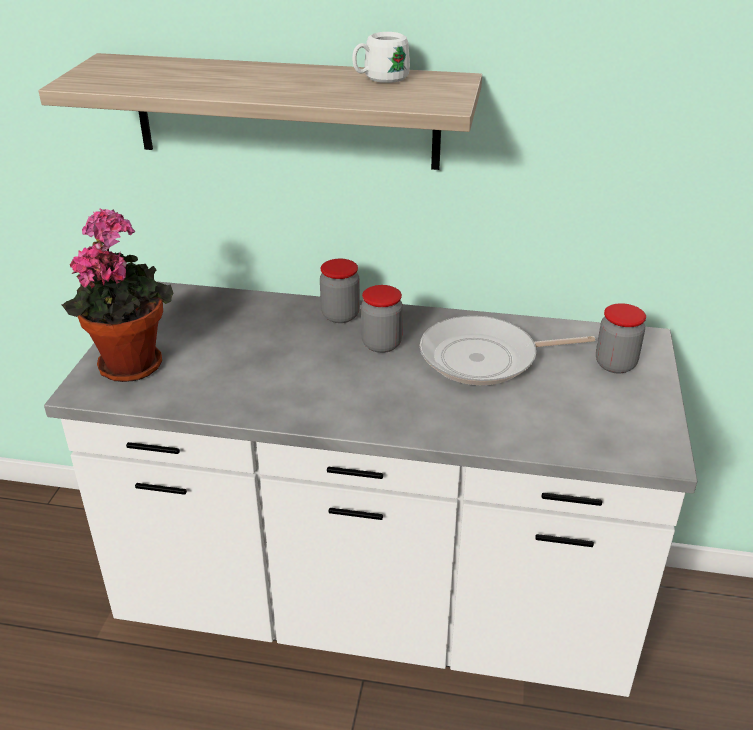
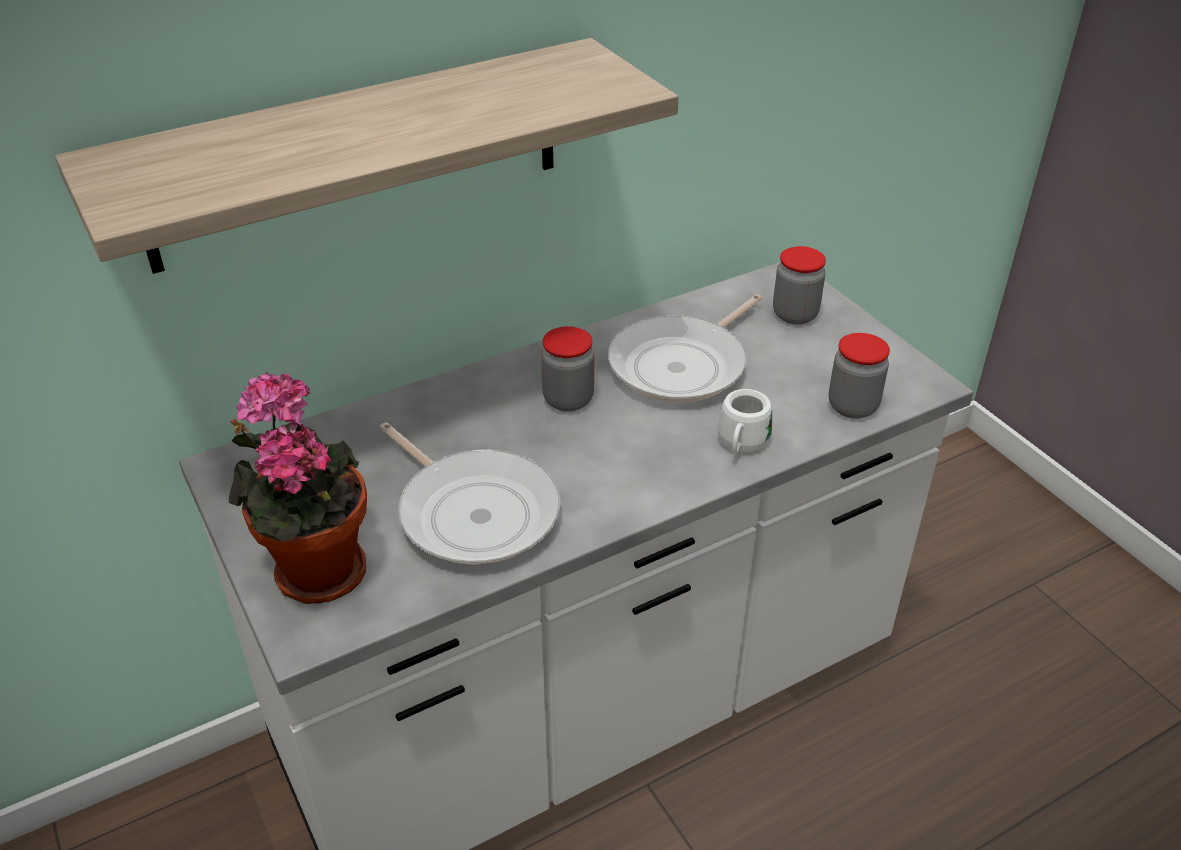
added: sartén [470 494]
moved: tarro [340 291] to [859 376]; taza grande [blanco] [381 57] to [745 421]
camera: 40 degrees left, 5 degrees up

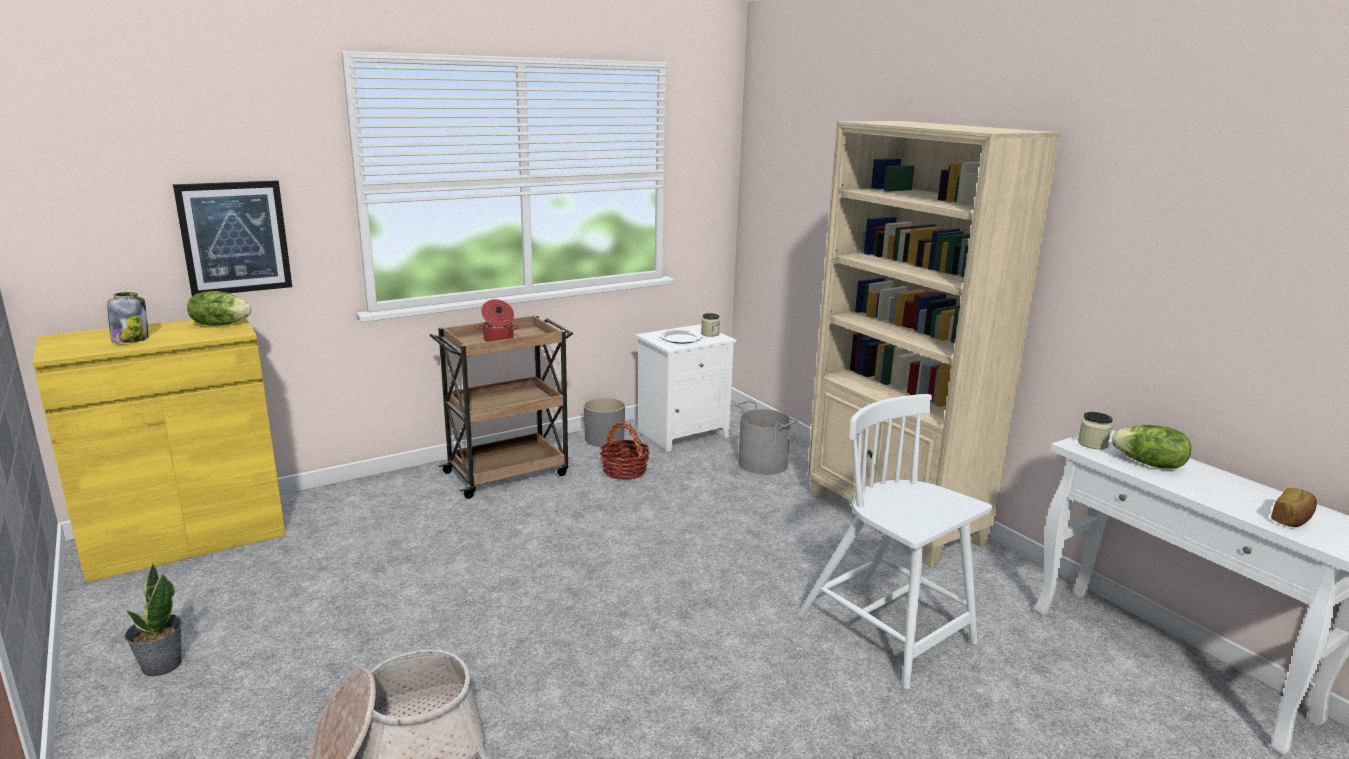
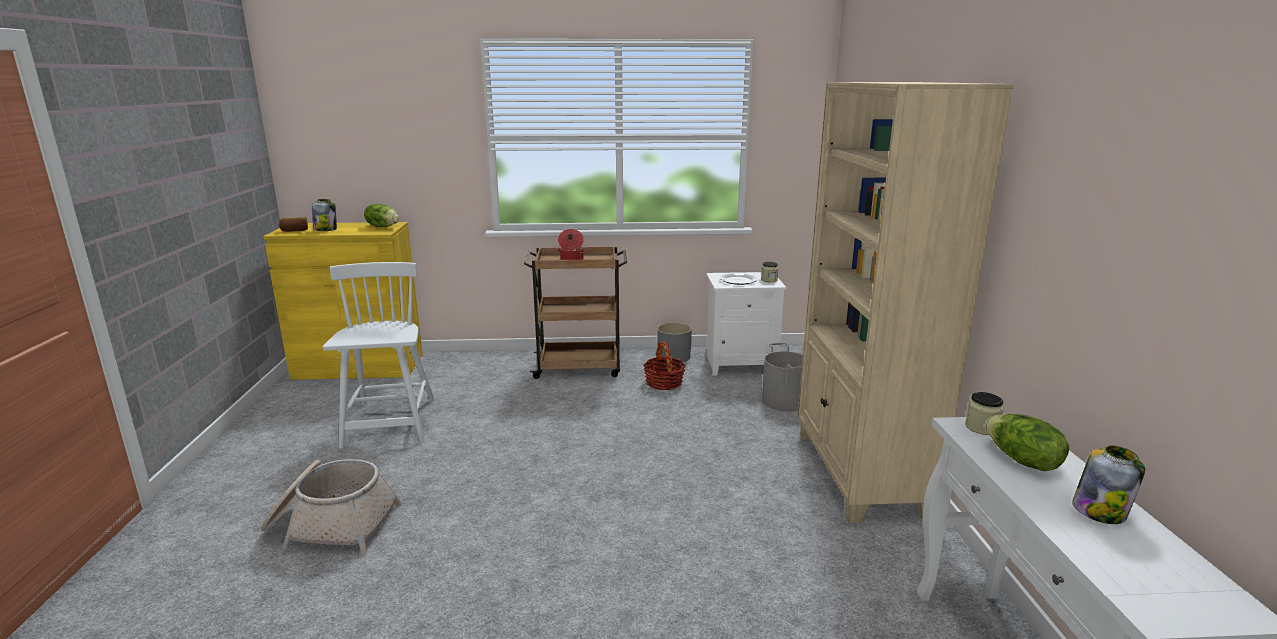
removed: planta en maceta [153 619]; cuadro [232 238]
added: tarro [1108 484]
moved: silla [blanco] [894 541] to [378 355]; pan [1294 507] to [293 224]
camera: 30 degrees right, 0 degrees up

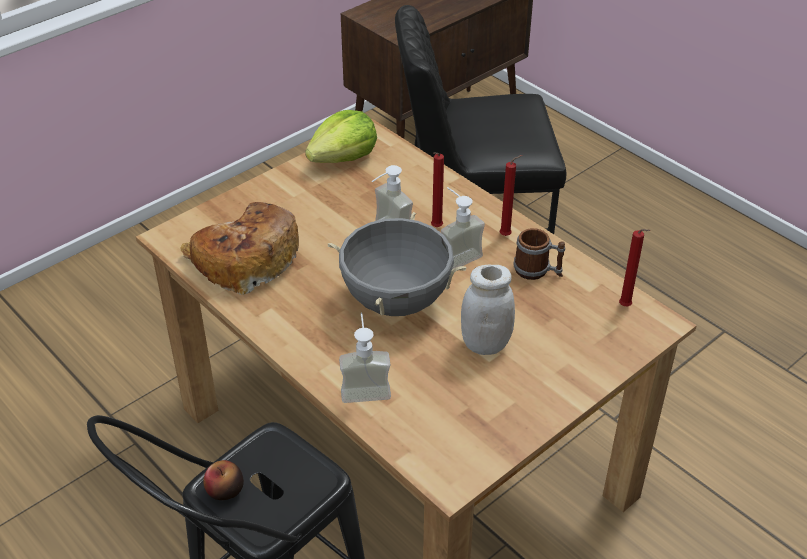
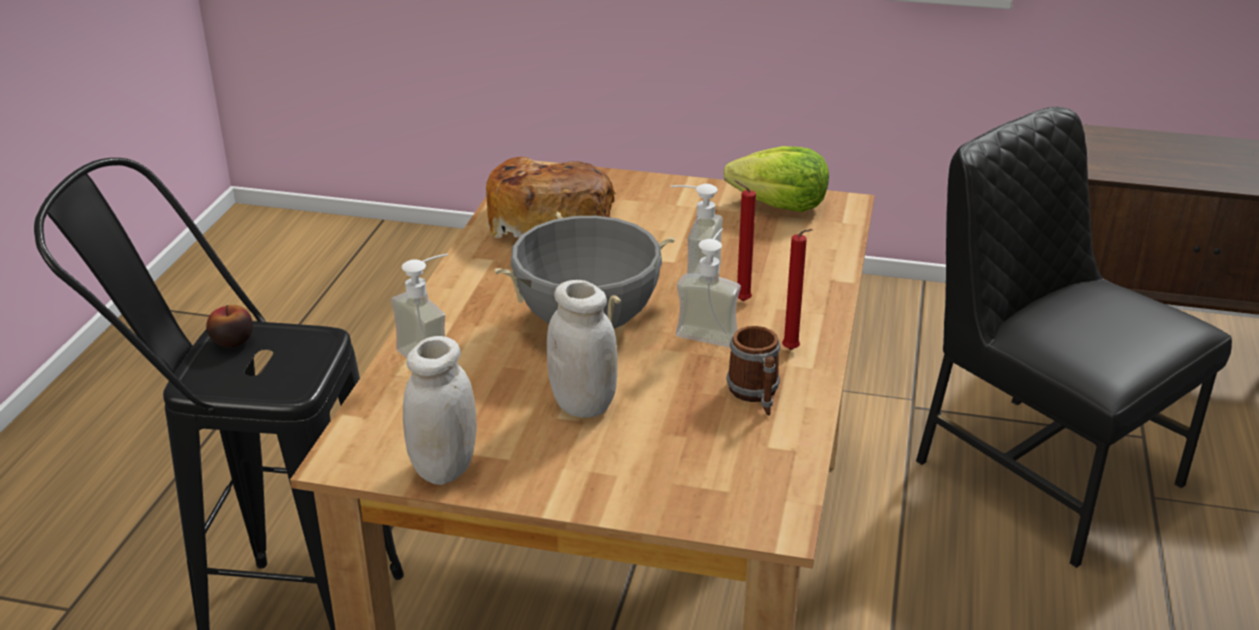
removed: vela [rojo] [634 267]
added: tarro [blanco] [440 410]
camera: 55 degrees right, 10 degrees down

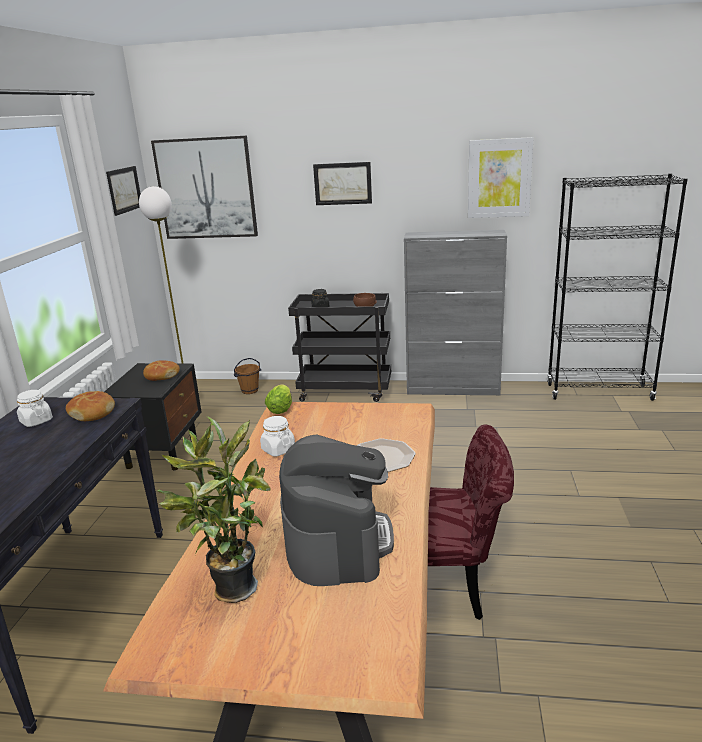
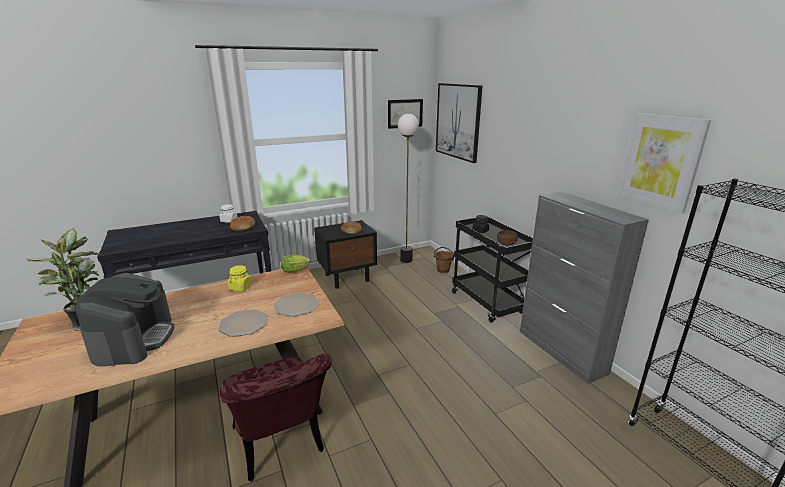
removed: cuadro [342 183]
added: plato [296 305]
recoloured: tarro [blanco] [277 436] to tarro [amarillo] [240 278]
turned: cafetera [336 510] = [124 320] 60 degrees counterclockwise
camera: 55 degrees right, 0 degrees up

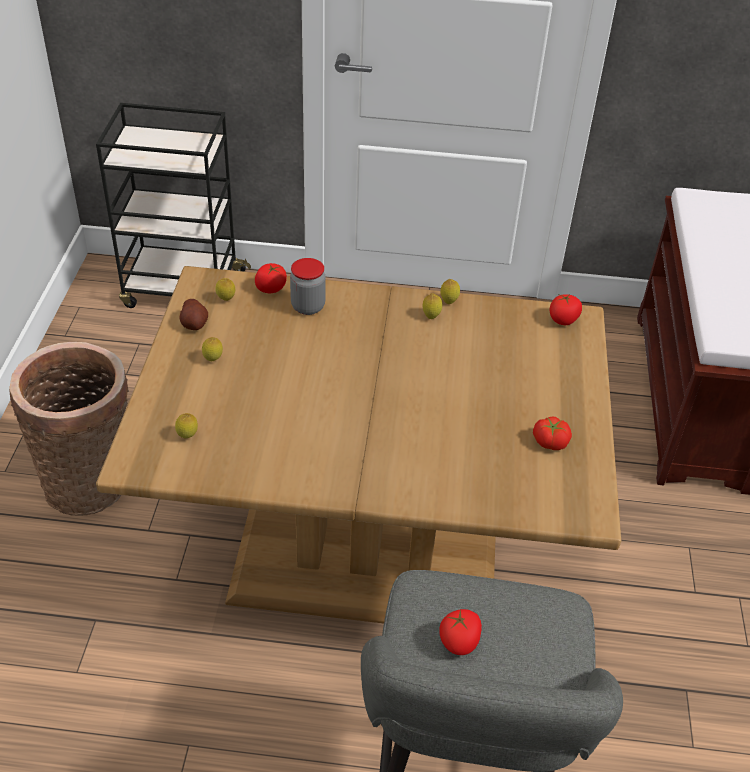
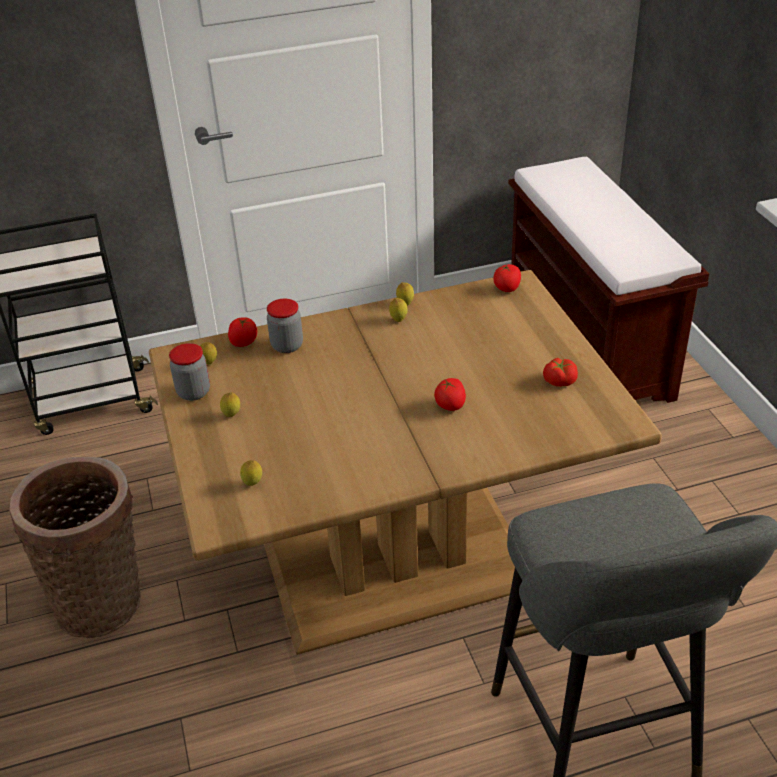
moved: tomate [460 632] to [450 394]
replaced: patata [193 314] to tarro [189 372]
camera: 20 degrees left, 5 degrees down

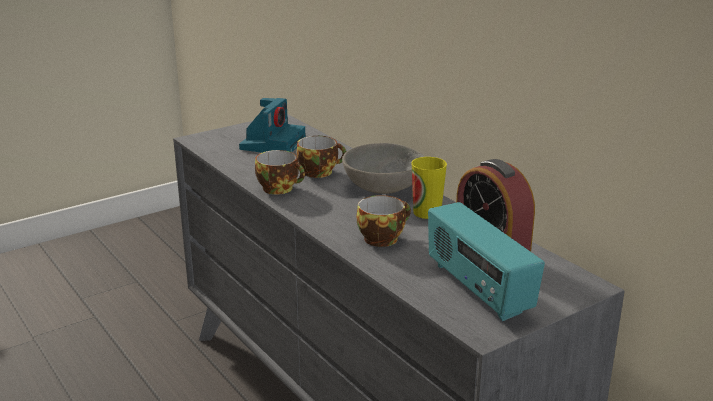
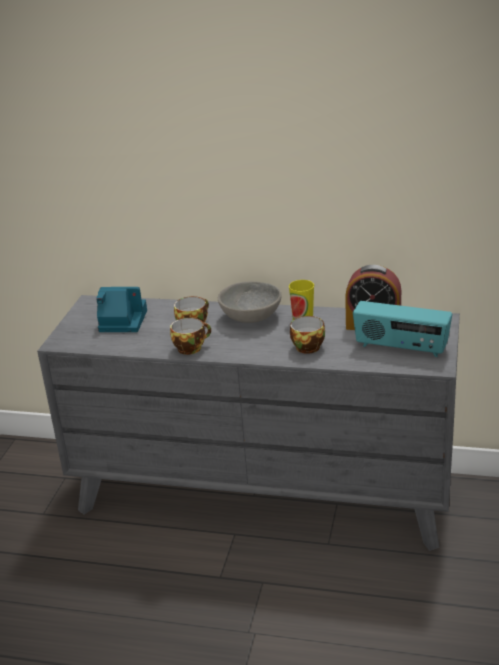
turned: cámara [272 125] = [121 309] 60 degrees counterclockwise
camera: 40 degrees left, 5 degrees up

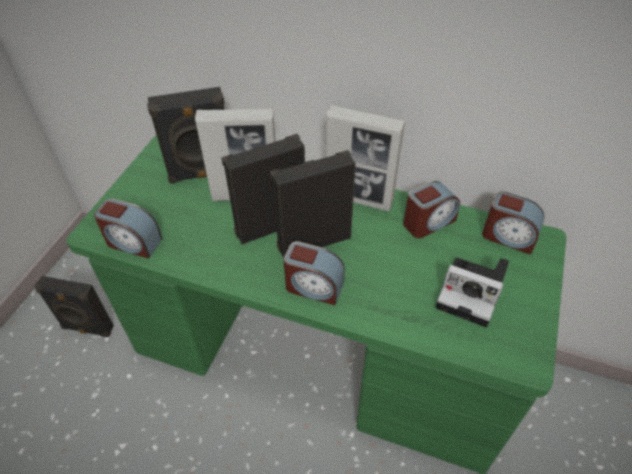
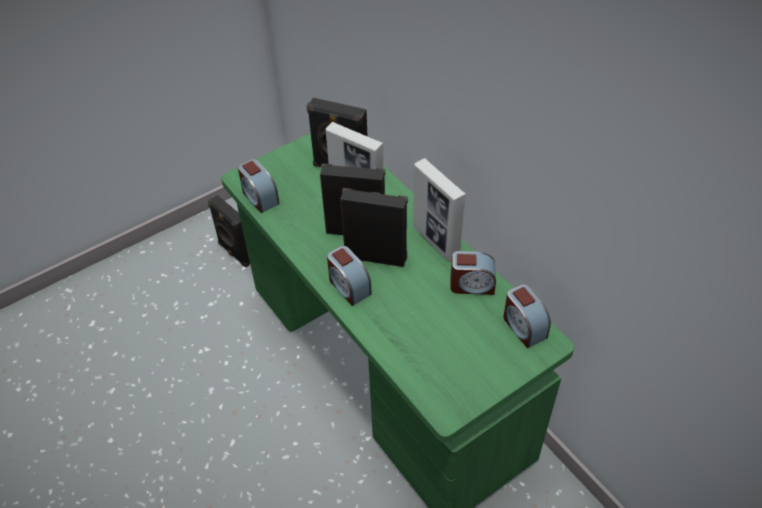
removed: cámara [472 292]
camera: 35 degrees right, 0 degrees up

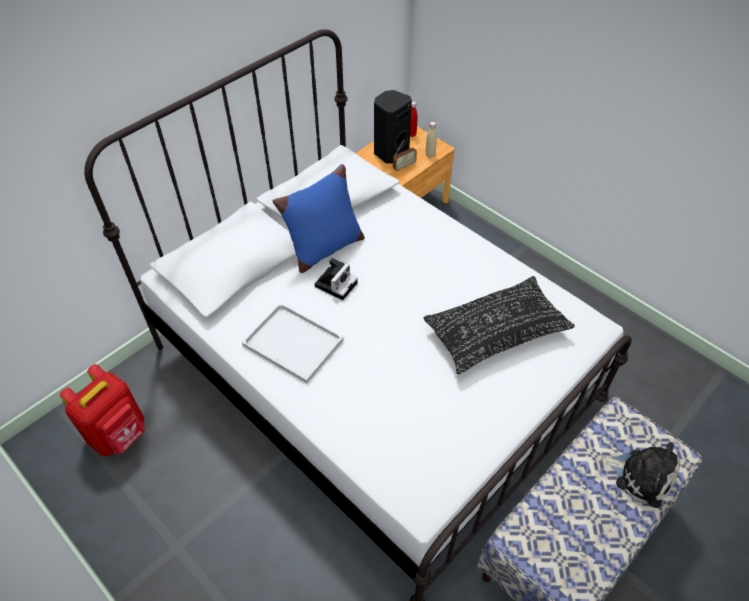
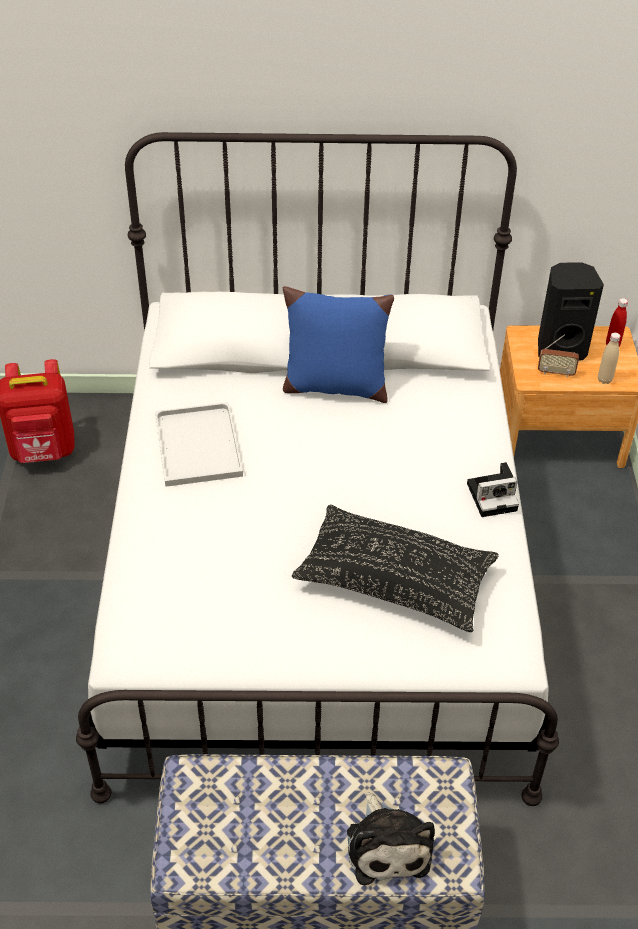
moved: cámara [336 279] to [493 489]
camera: 45 degrees right, 5 degrees down

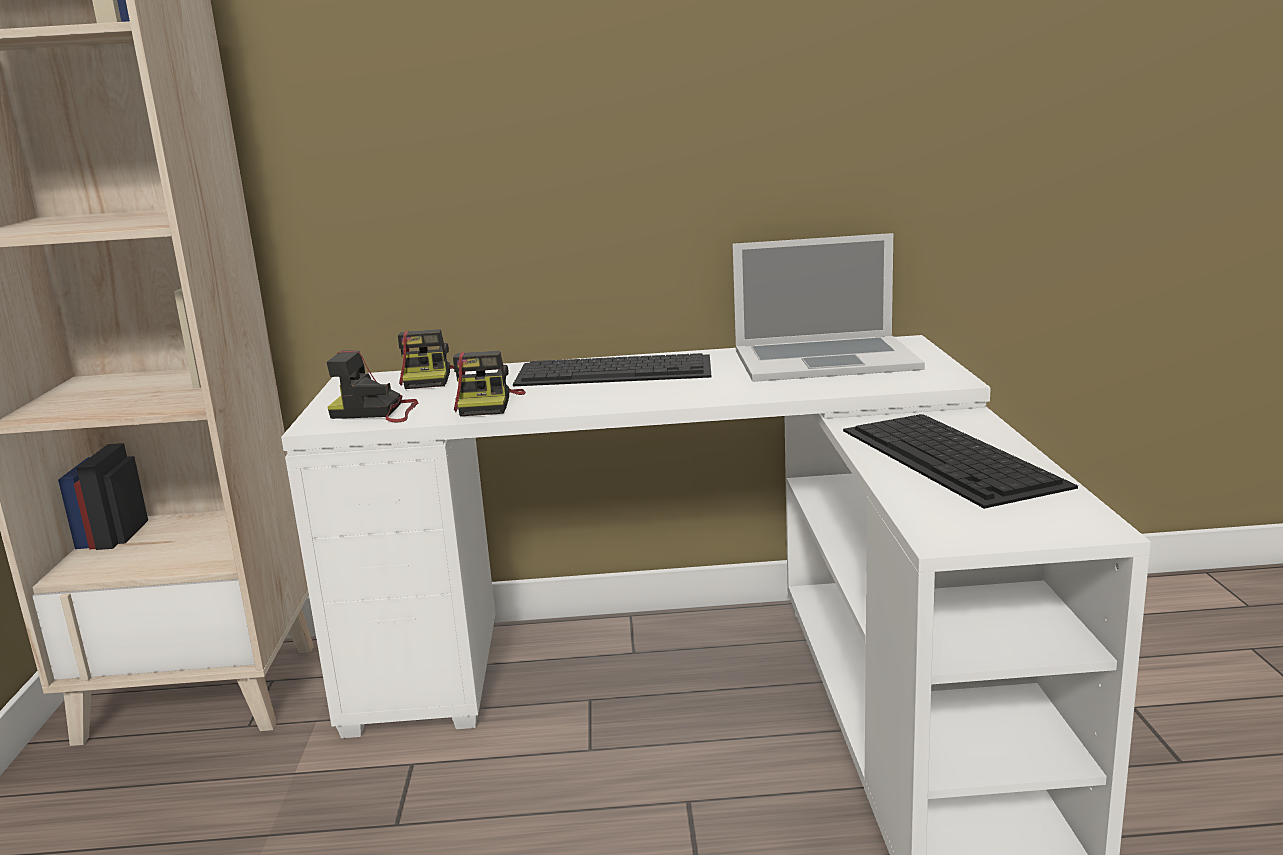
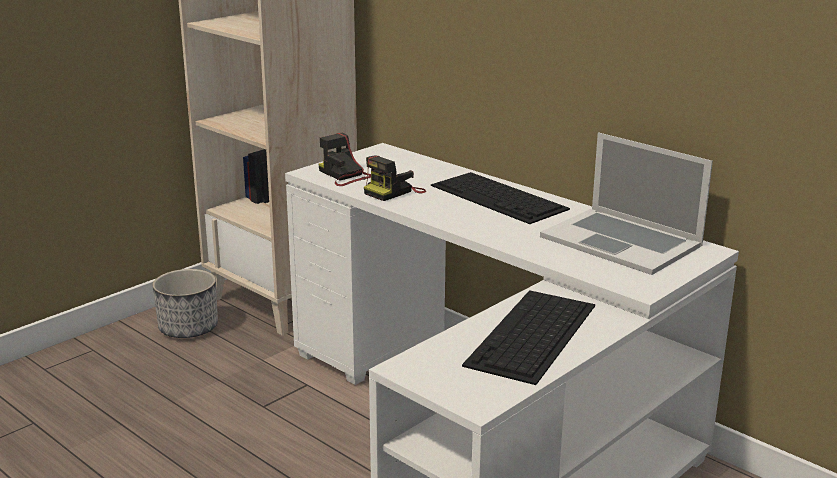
removed: cámara [426 359]
added: maceta [185 303]
camera: 45 degrees right, 5 degrees up

